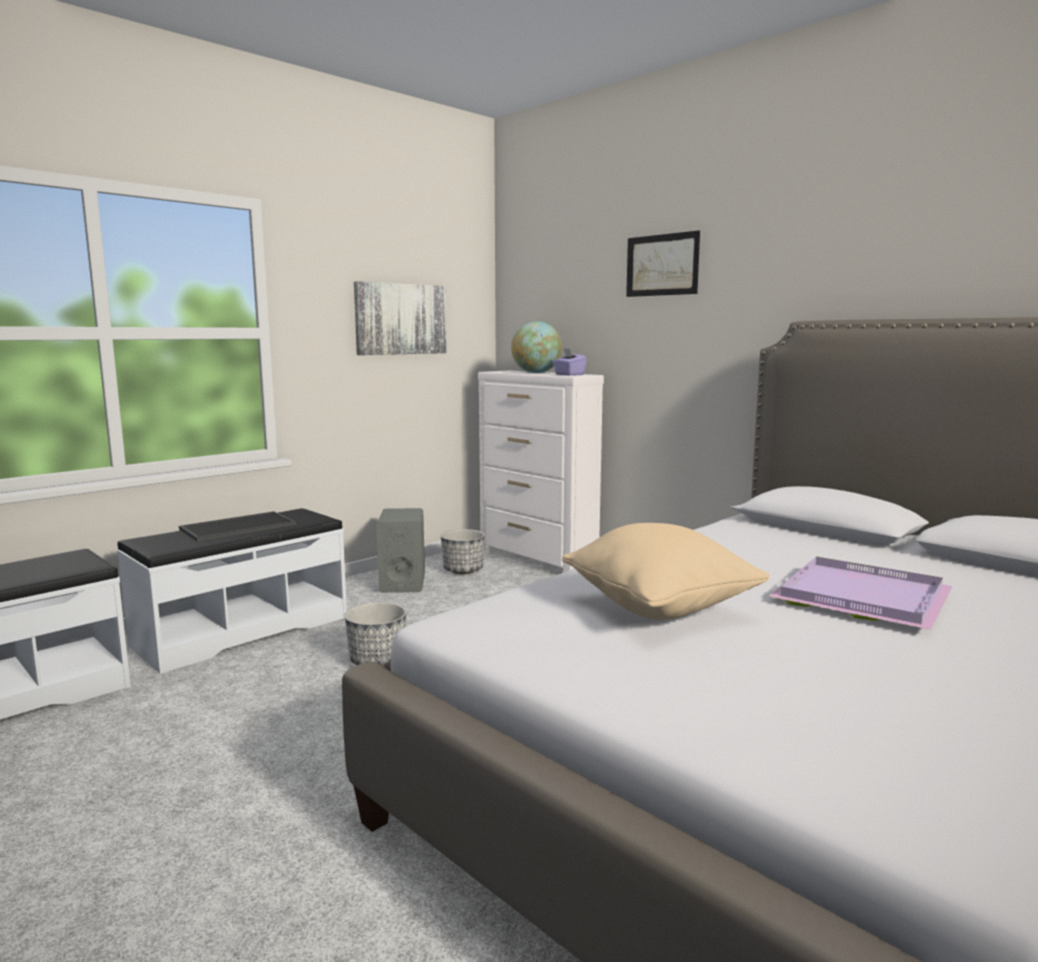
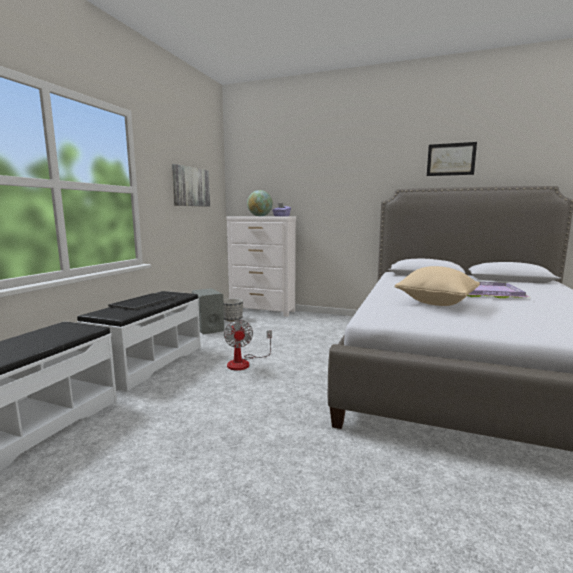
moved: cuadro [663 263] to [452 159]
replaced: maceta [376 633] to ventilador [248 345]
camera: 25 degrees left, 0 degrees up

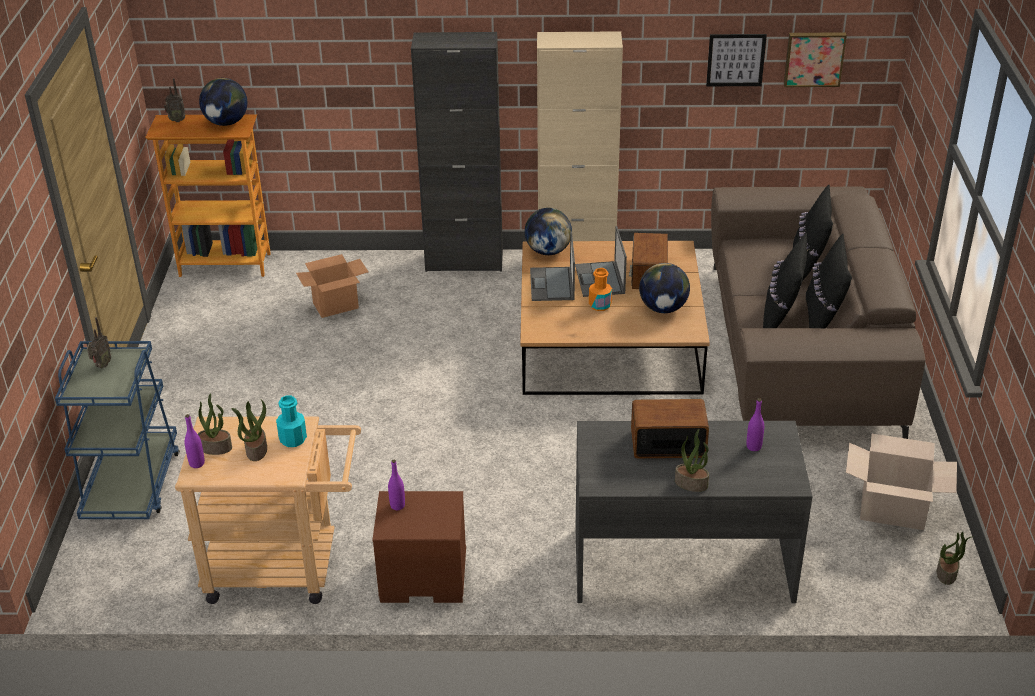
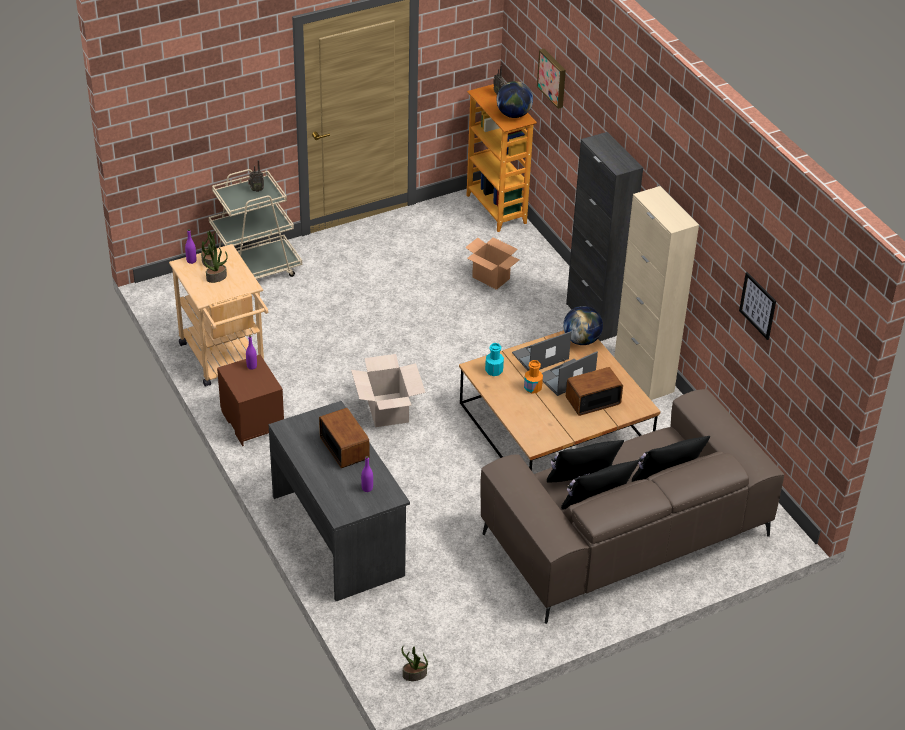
removed: globo terráqueo [664 288]; planta en maceta [692 460]
moved: botella [turquesa] [291 421] to [494 359]; cuadro [815 59] to [551 79]; caja de cartón [901 482] to [388 390]
recoloured: carrito [azul] [117 430] to carrito [beis] [255 224]
camera: 60 degrees right, 5 degrees up

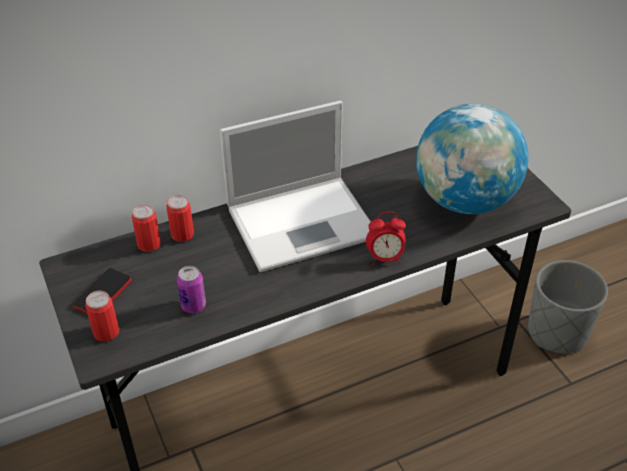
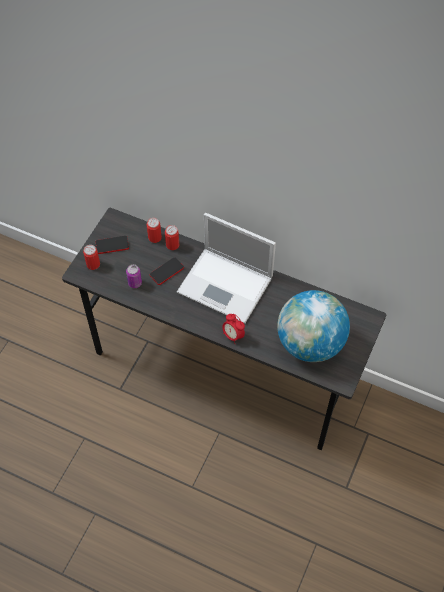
removed: maceta [gris] [568 306]
added: móvil [167 271]
camera: 50 degrees right, 15 degrees up

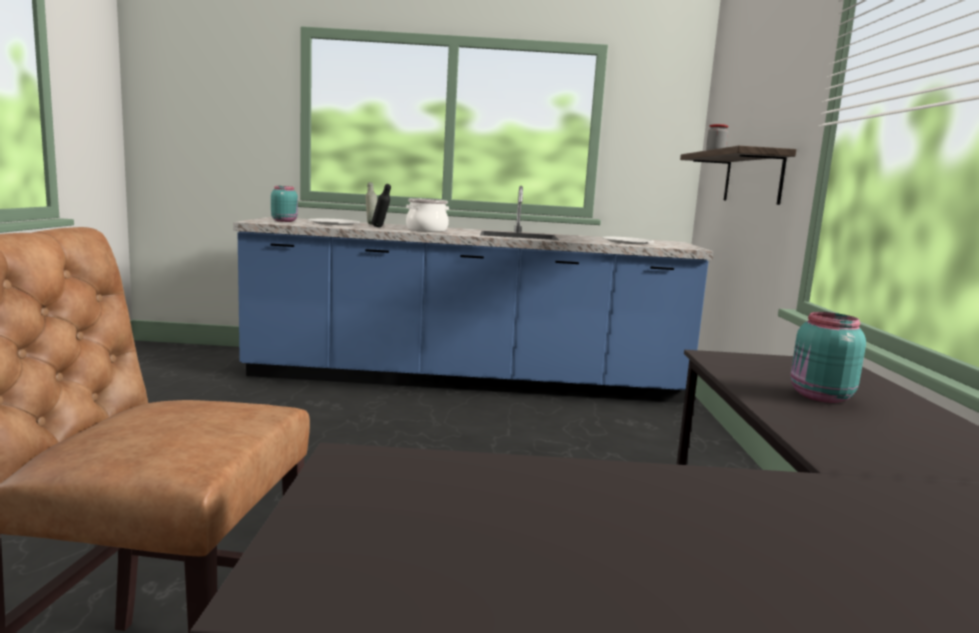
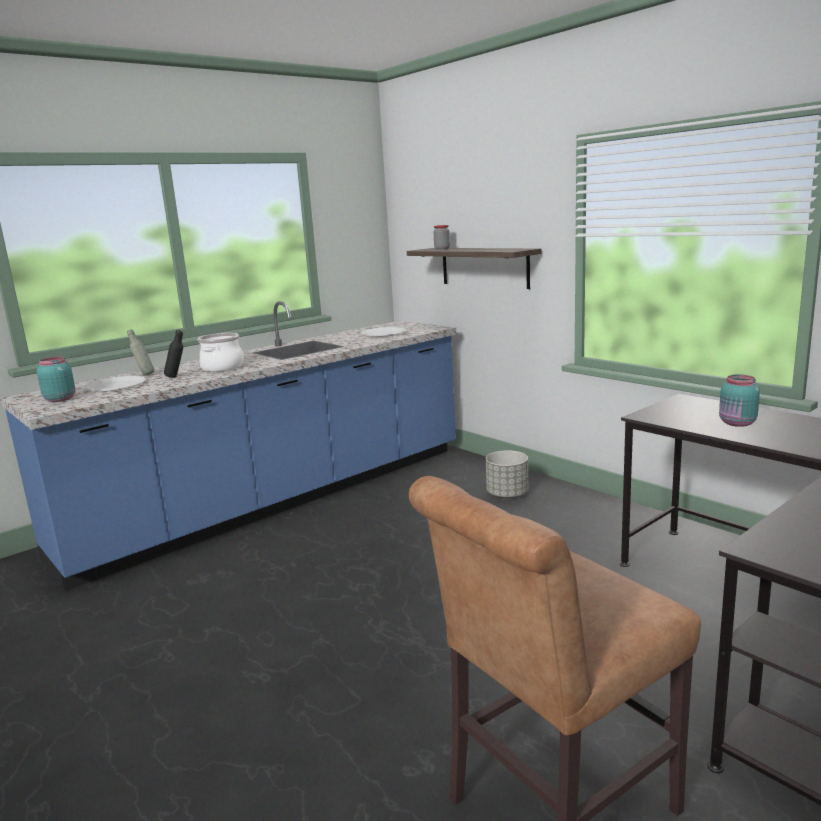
added: maceta [gris] [507 474]
camera: 40 degrees left, 5 degrees up

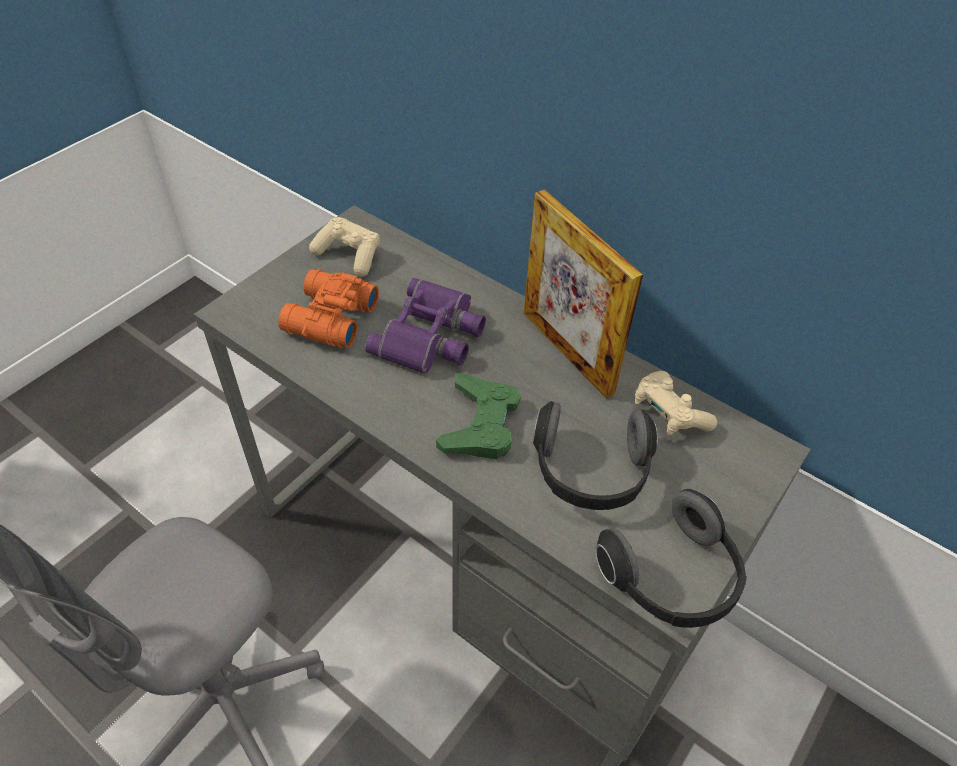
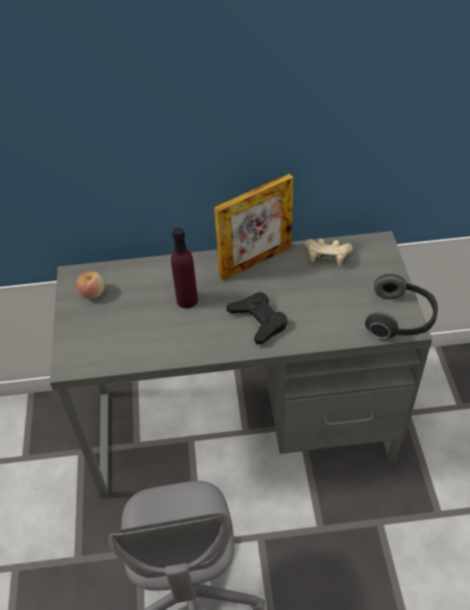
removed: prismáticos [naranja] [328 308]; auriculares [595 455]
replaced: mando de consola [beis] [344 247] to manzana [90 285]; prismáticos [morado] [425 326] to botella [morado] [184 267]
recoloured: mando de consola [verde] [478 416] to mando de consola [negro] [256 318]
turned: portarretratos [583 293] = [253 227] 45 degrees counterclockwise
camera: 40 degrees left, 0 degrees up

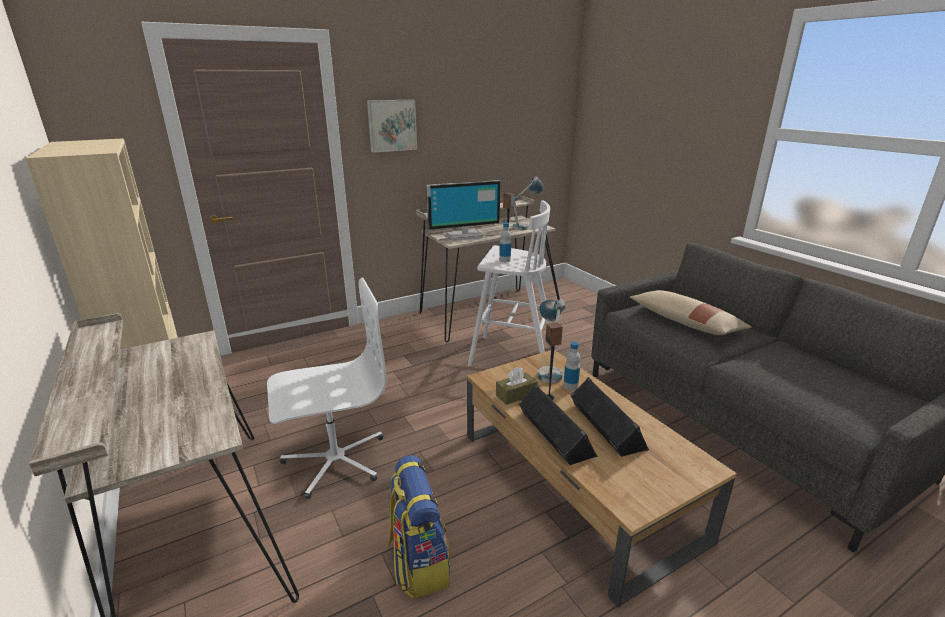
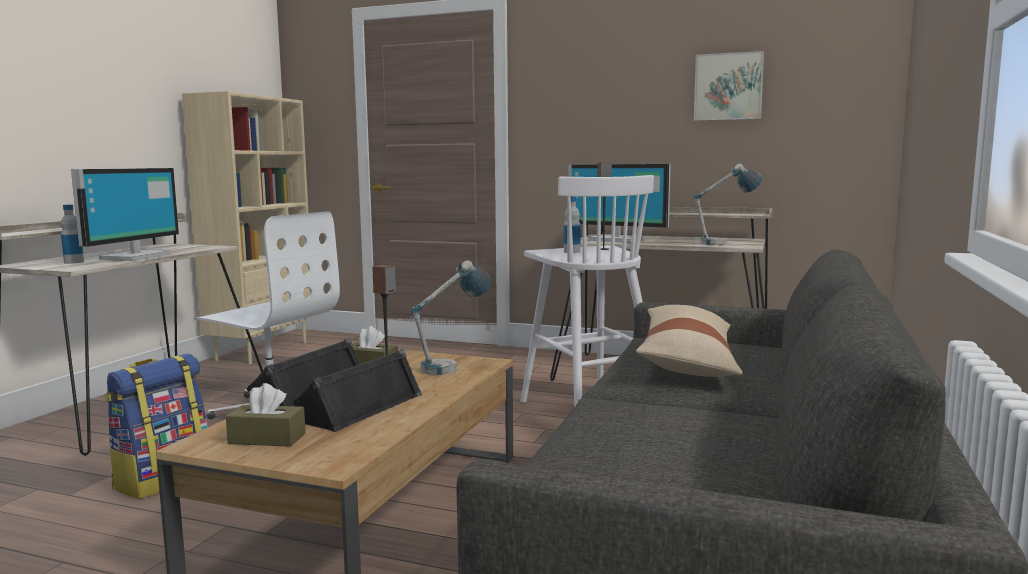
added: monitor [125 214]; caja de pañuelos [marrón] [266 415]
moved: cuadro [392 126] to [729 86]; botella [571 366] to [72 234]
camera: 50 degrees right, 15 degrees down

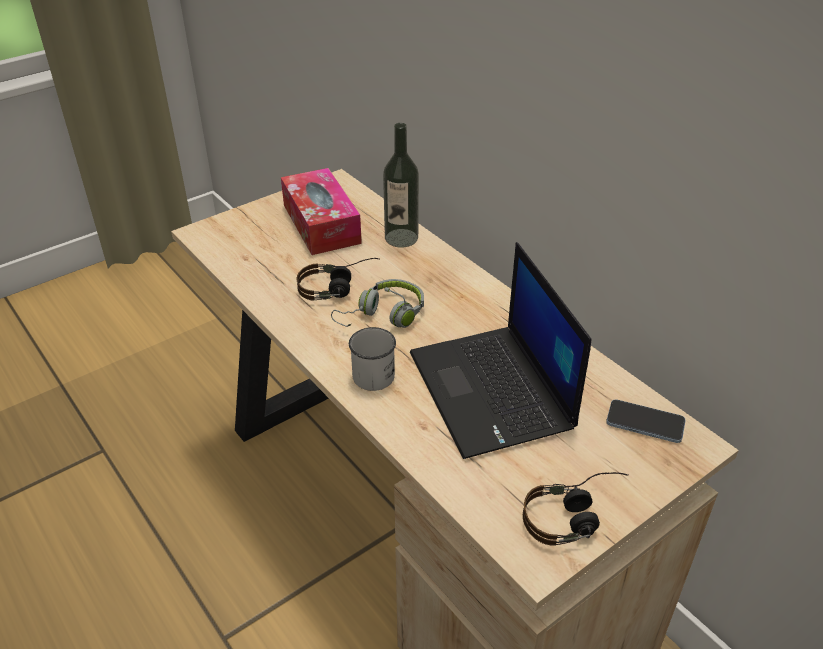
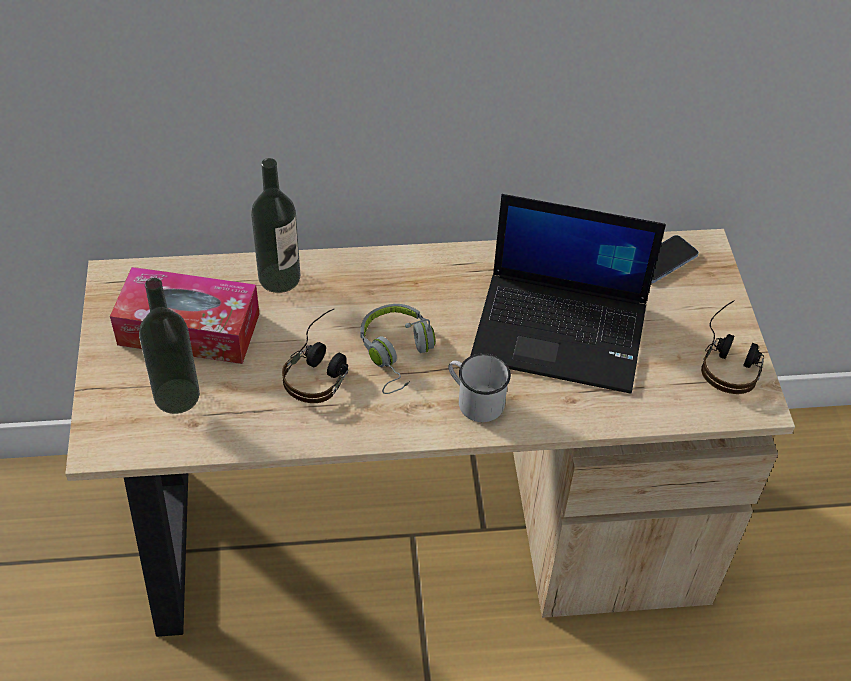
added: botella [169 346]
camera: 60 degrees left, 10 degrees up

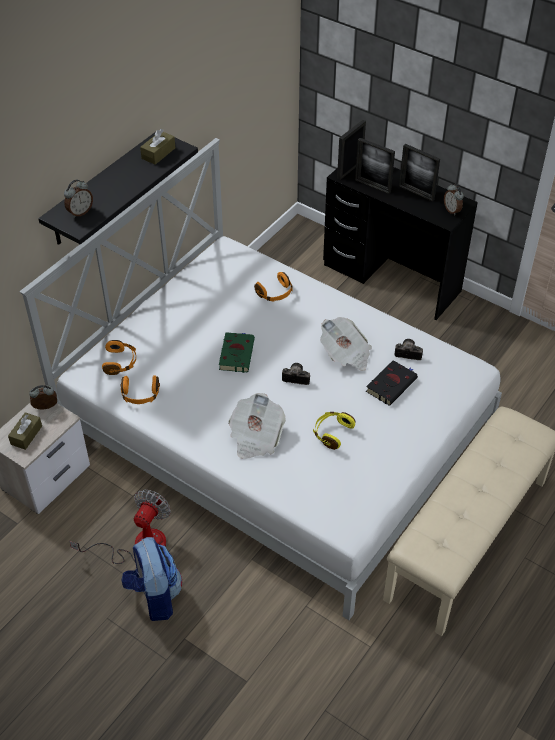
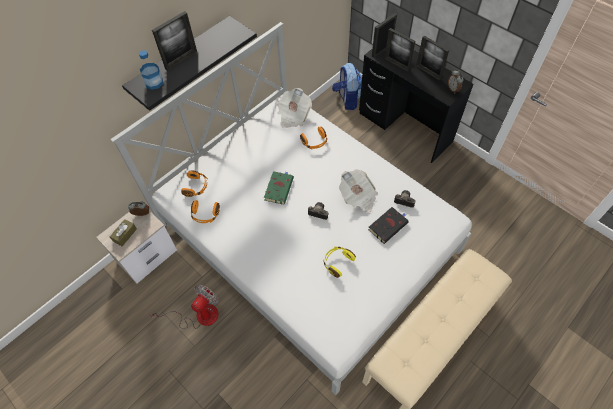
removed: caja de pañuelos [marrón] [157 147]
added: portarretratos [174 41]
moved: mochila [151 579] to [347 86]; periódico [257 426] to [294 108]
replaced: despertador [78 199] to botella [151 70]
camera: 10 degrees right, 10 degrees up

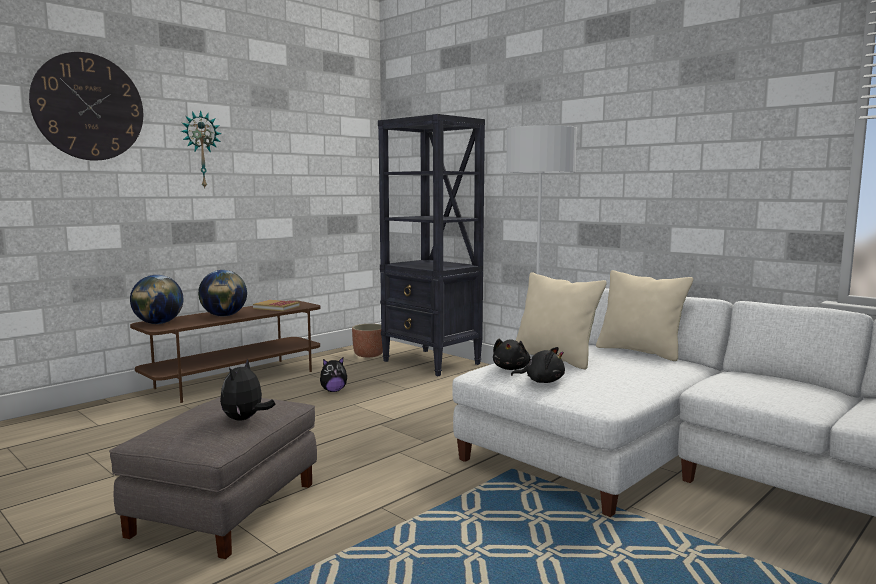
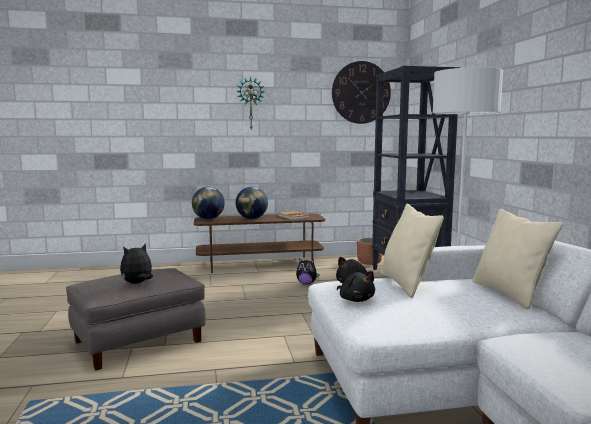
moved: reloj de pared [86 106] to [361 92]
camera: 35 degrees right, 0 degrees up

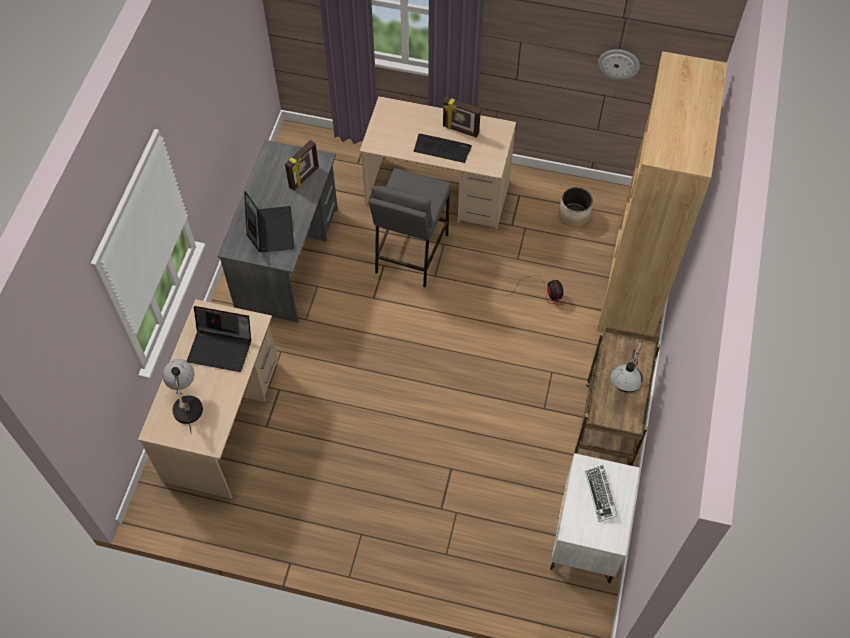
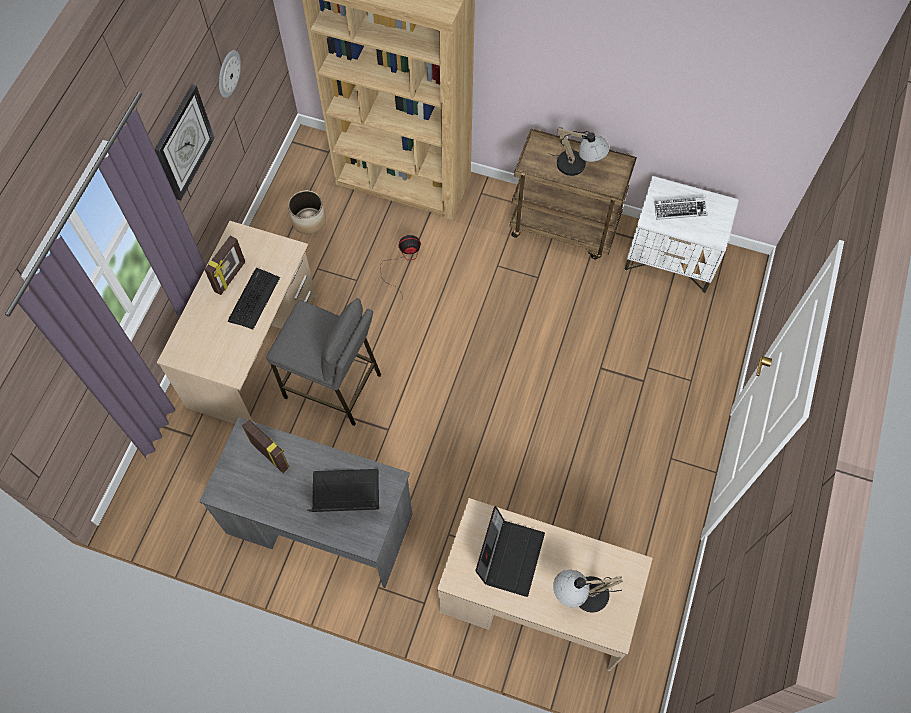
added: reloj de pared [185 142]
camera: 85 degrees left, 5 degrees up

